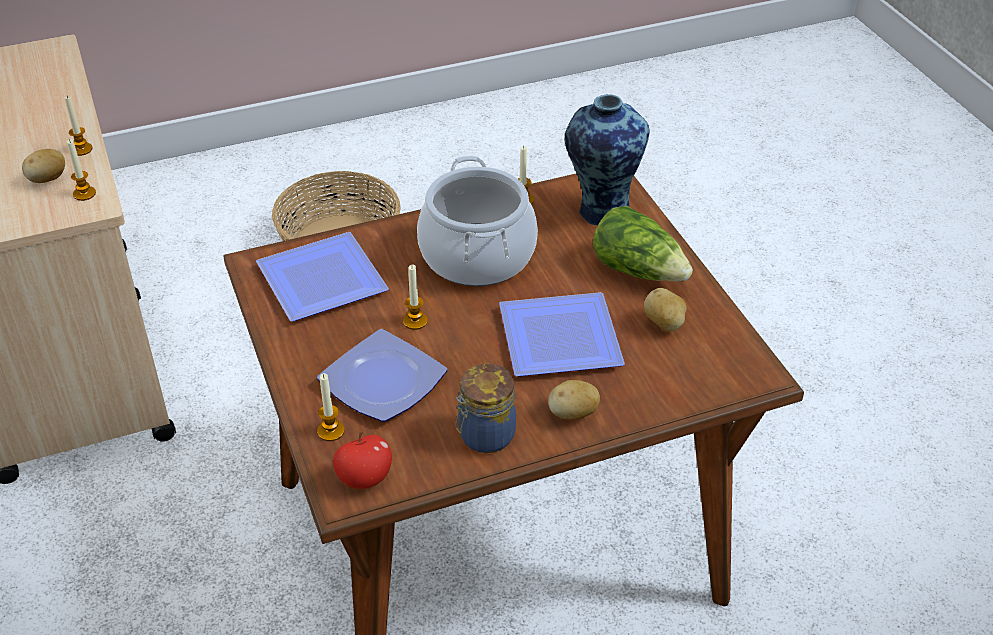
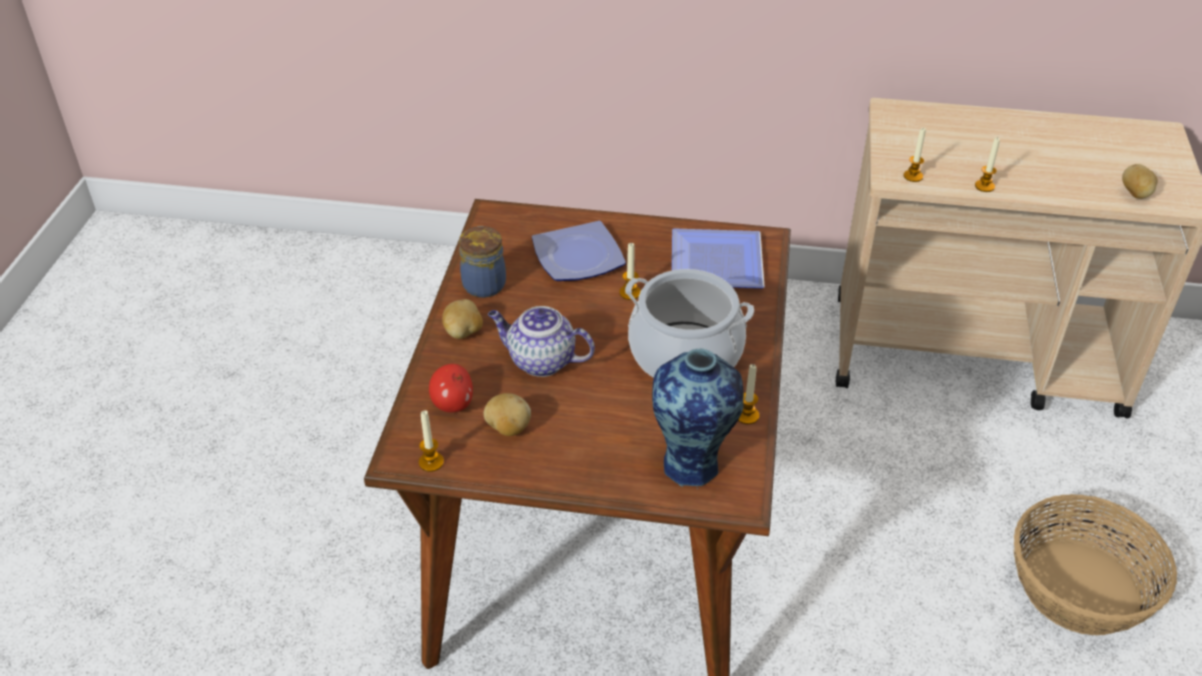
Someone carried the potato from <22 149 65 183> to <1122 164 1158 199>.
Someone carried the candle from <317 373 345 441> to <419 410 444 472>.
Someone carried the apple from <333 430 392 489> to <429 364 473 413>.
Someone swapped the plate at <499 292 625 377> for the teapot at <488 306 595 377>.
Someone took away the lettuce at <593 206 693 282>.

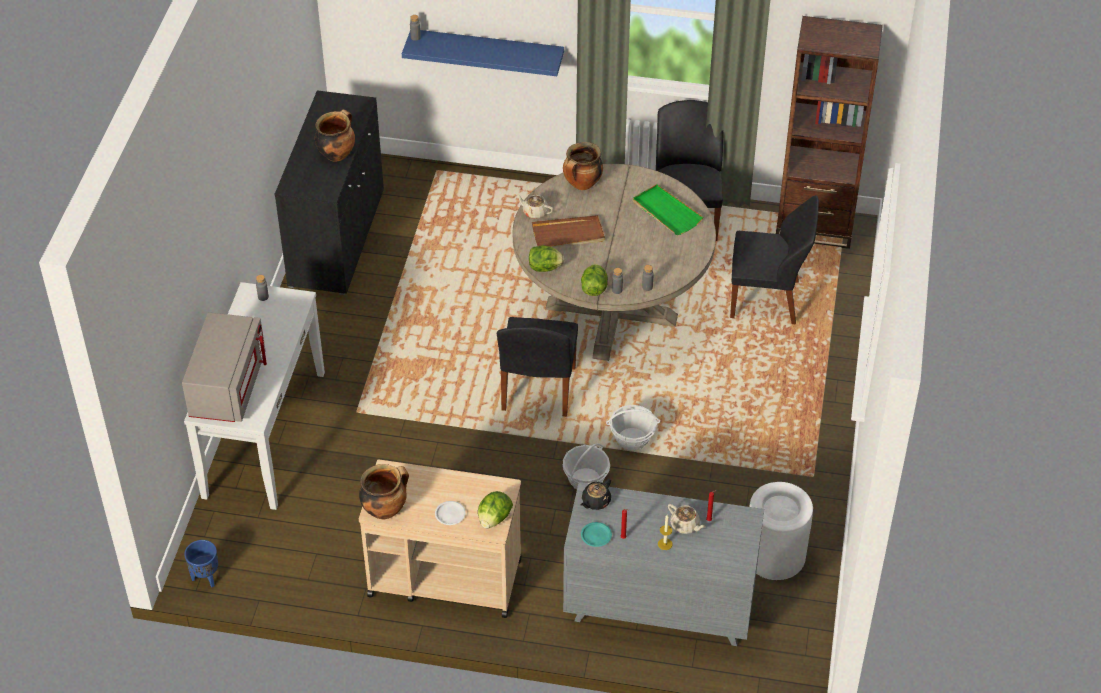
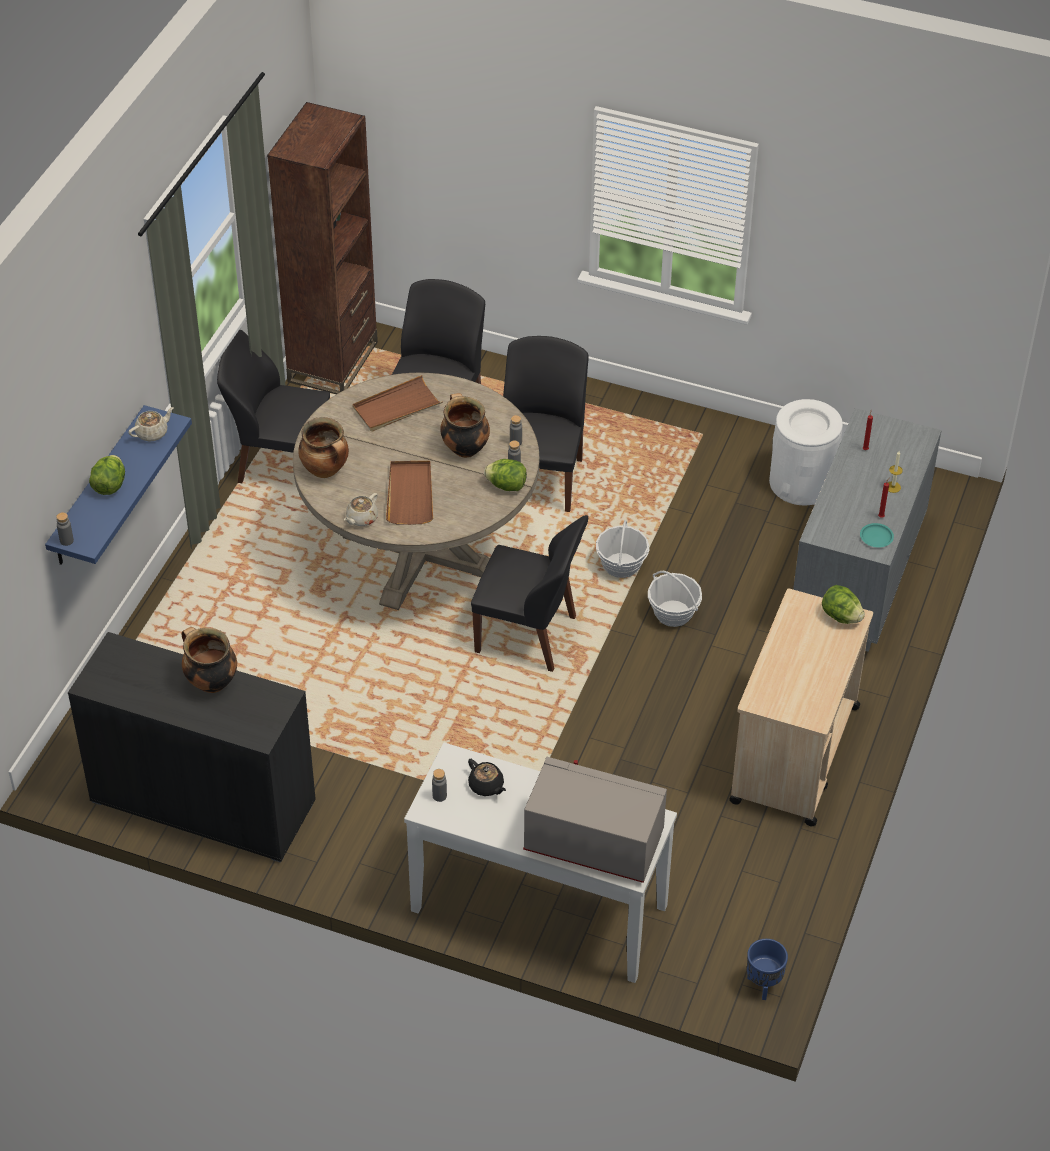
Someone carried the cooking pot from <359 464 409 519> to <440 393 490 458>.
Someone took away the white plate at <435 501 466 525>.
Someone carried the lettuce from <529 245 564 272> to <89 455 125 495>.
Someone carried the black teapot from <581 479 611 510> to <468 759 506 796>.
Someone repainted the green tray at <633 184 703 235>, which became the brown tray at <352 375 443 432>.
Someone carried the beige teapot from <668 504 706 534> to <128 407 174 441>.
Someone put down the black chair at <503 336 589 512>.

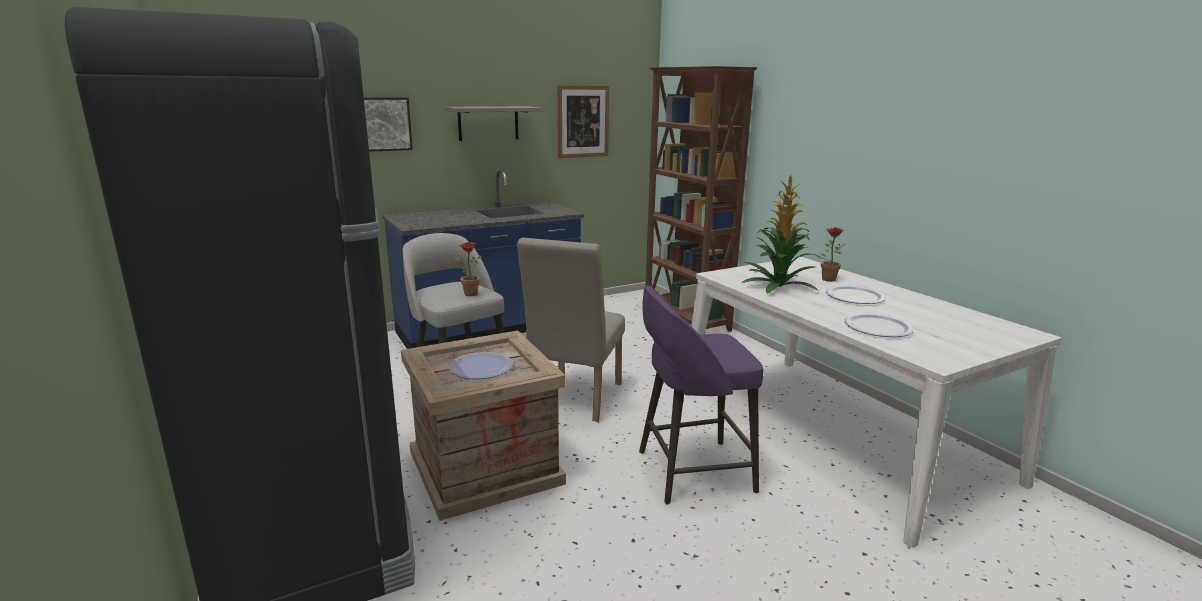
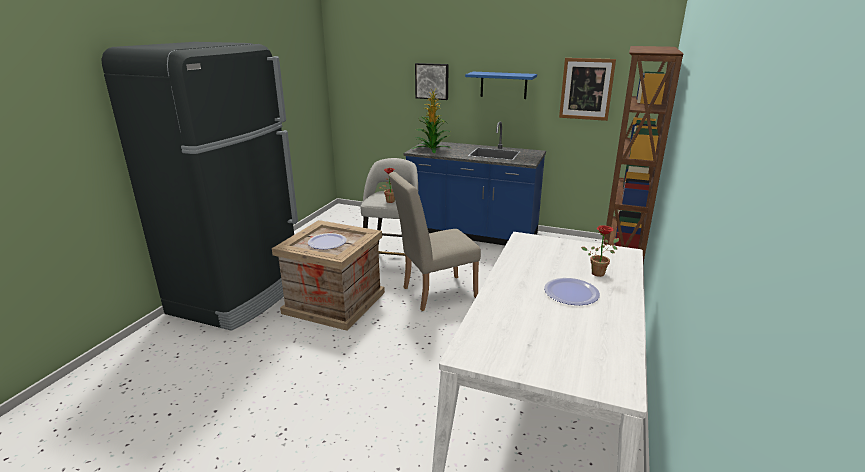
Someone repainted the grey shelf at <445 106 542 141>, which became the blue shelf at <465 72 537 99>.
Someone took away the purple stool at <639 285 763 505>.
Someone carried the potted plant from <742 174 819 294> to <413 89 451 153>.
Someone took away the plate at <845 313 914 337>.

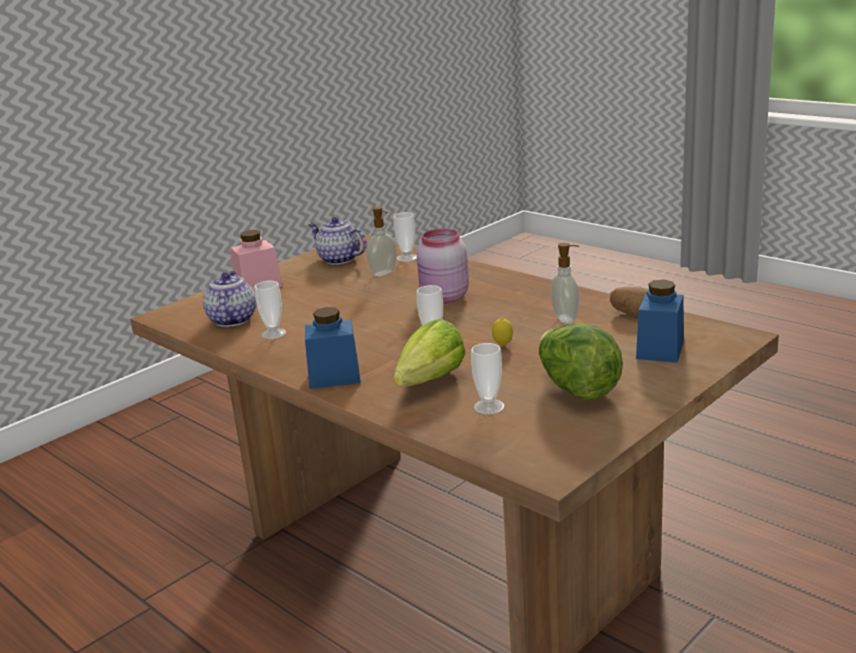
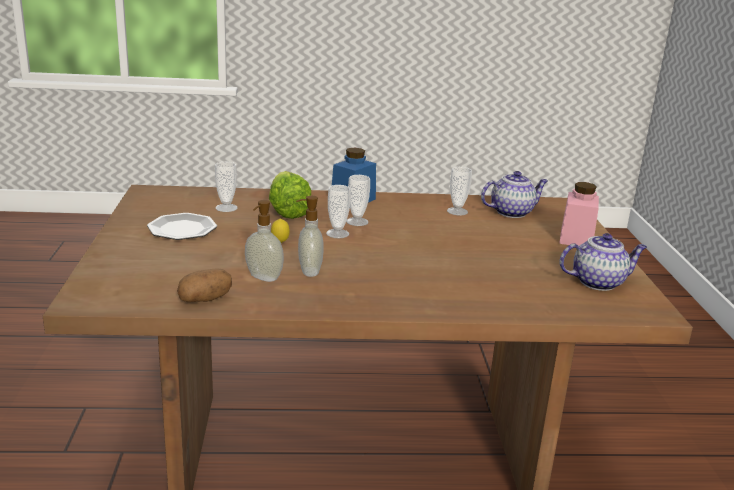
Someone rotated the teapot at <203 271 256 327> by 60 degrees counterclockwise.
Someone carried the soap dispenser from <367 207 397 276> to <296 196 324 277>.
Someone carried the cup from <393 212 417 262> to <346 175 370 226>.
Someone took away the pink jar at <417 228 469 303>.
Someone swapped the lettuce at <539 323 623 400> for the plate at <147 213 217 240>.
Someone took away the blue jar at <636 279 684 363>.

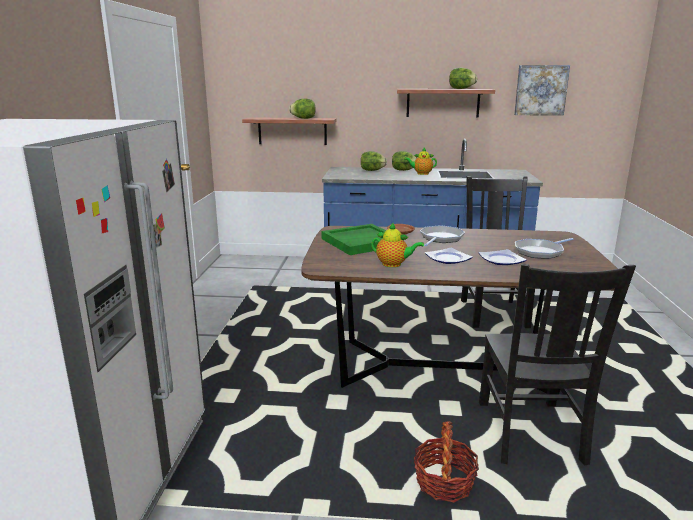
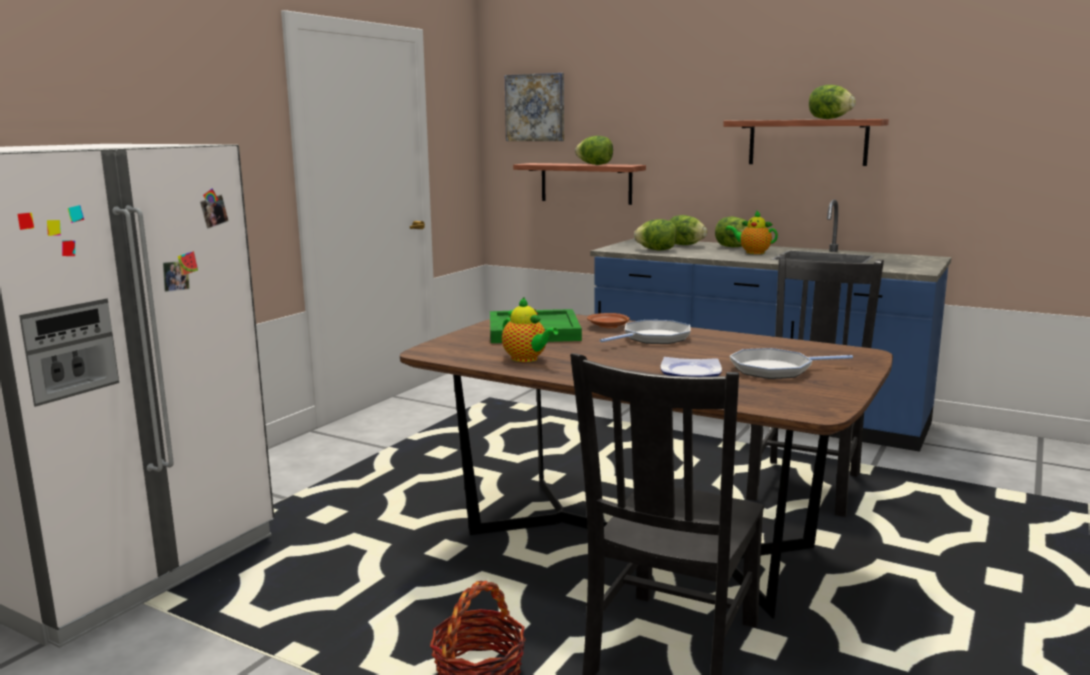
Someone took away the plate at <425 248 473 264>.
Someone carried the picture from <514 65 570 116> to <505 73 564 141>.
Someone put down the lettuce at <634 219 677 250>.

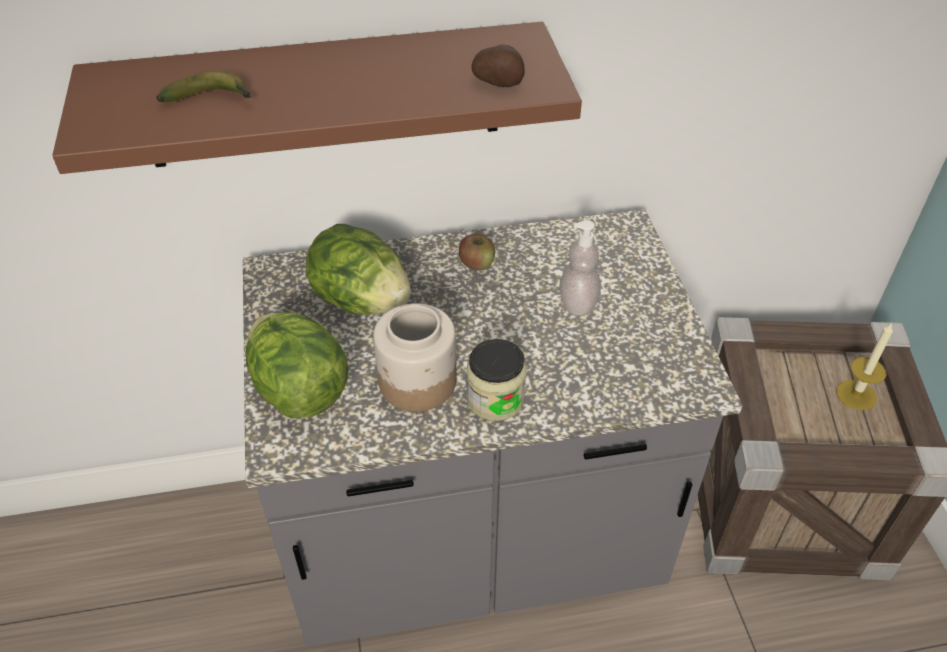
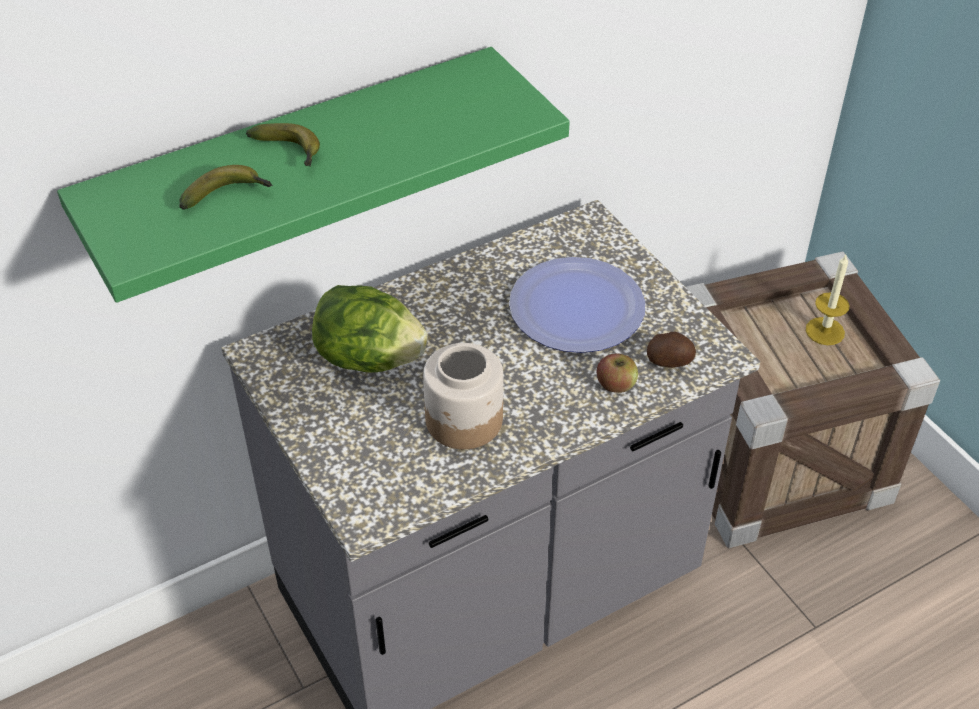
Someone repainted the brown shelf at <52 22 582 174>, which became the green shelf at <57 47 570 303>.
Someone took away the lettuce at <246 312 348 419>.
Someone carried the apple from <459 234 495 271> to <597 354 638 393>.
Someone took away the jar at <466 339 527 421>.
Someone carried the potato from <471 44 525 87> to <647 332 696 368>.
Someone swapped the soap dispenser at <559 220 601 316> for the plate at <509 257 645 353>.
Someone put down the banana at <246 123 320 167>.

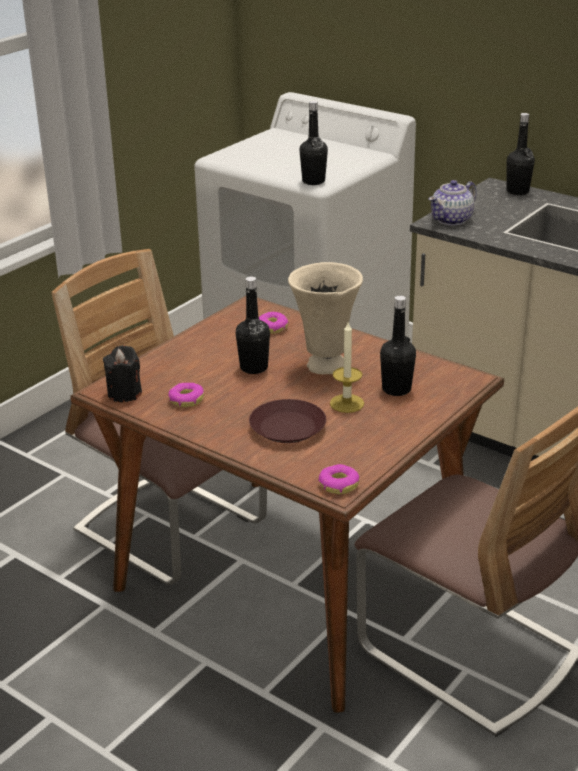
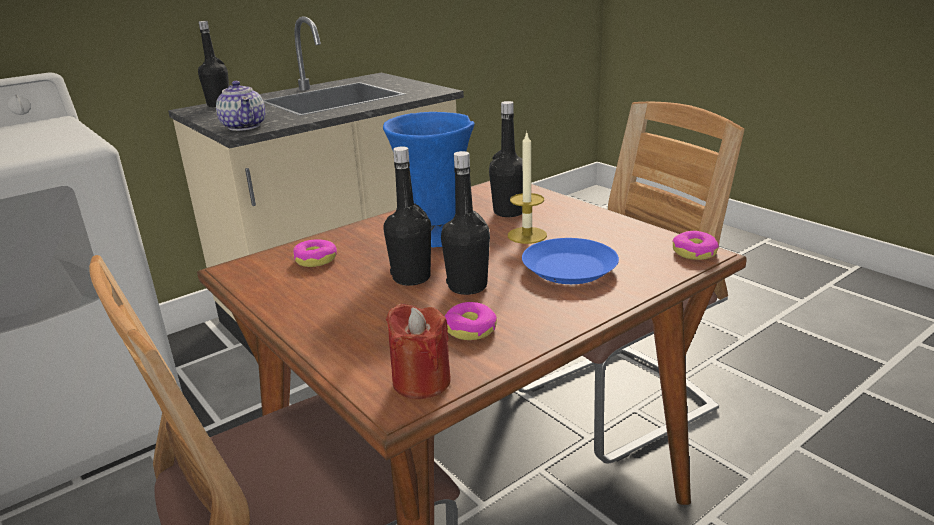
Someone repainted the black candle at <103 345 142 402>, which became the red candle at <386 303 451 399>.
Someone repainted the brown plate at <249 399 326 443>, which became the blue plate at <522 238 619 284>.
Someone repainted the beige vase at <288 262 363 374>, which became the blue vase at <383 112 475 247>.
Someone carried the black bottle from <299 101 328 185> to <441 151 490 295>.

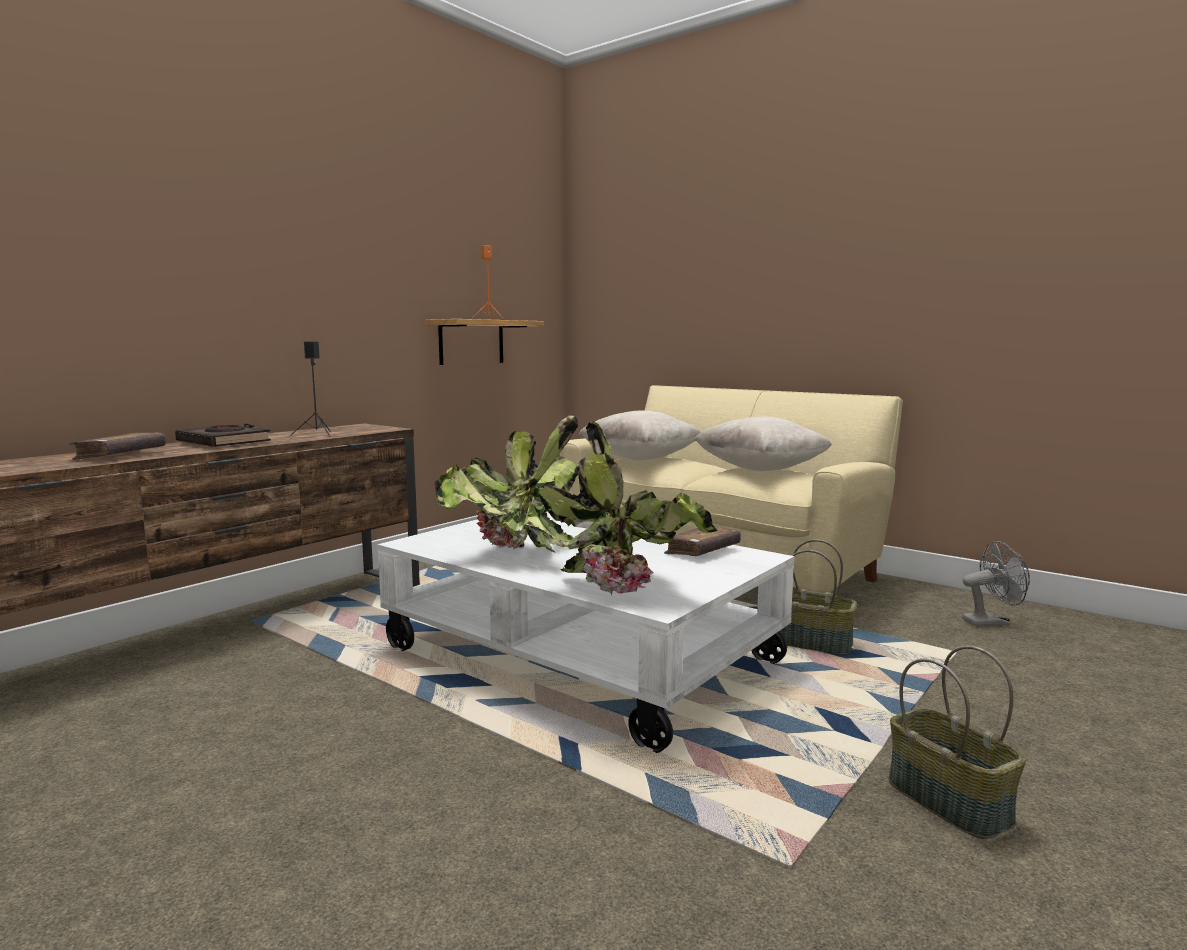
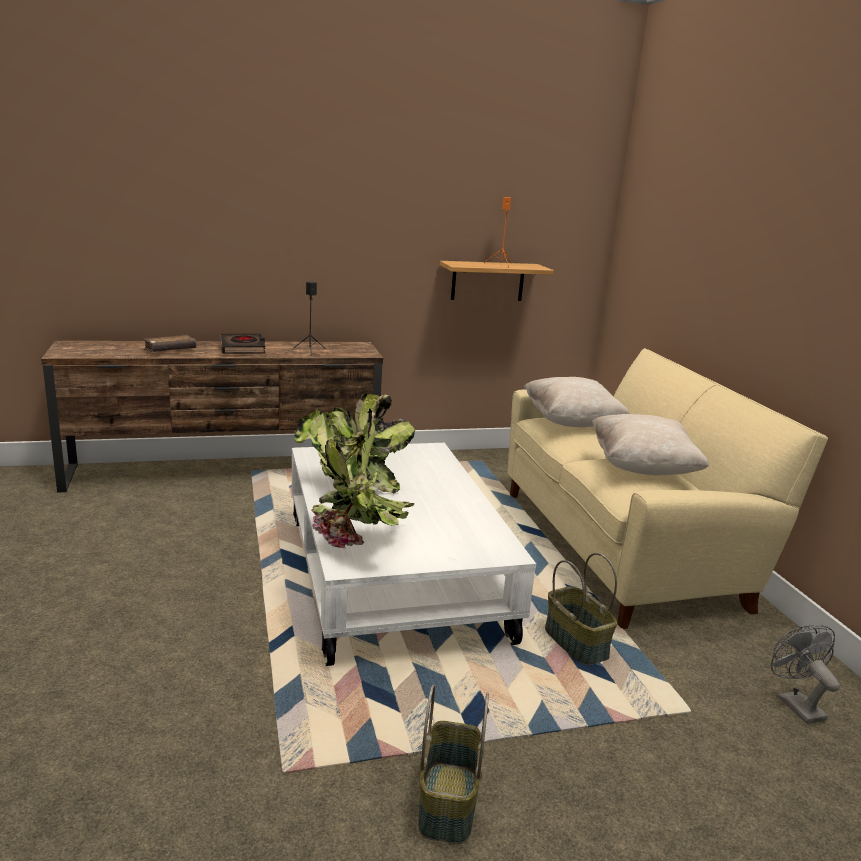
Someone took away the brown book at <664 526 741 556>.
Someone rotated the grey fan at <962 541 1030 627> by 135 degrees counterclockwise.

